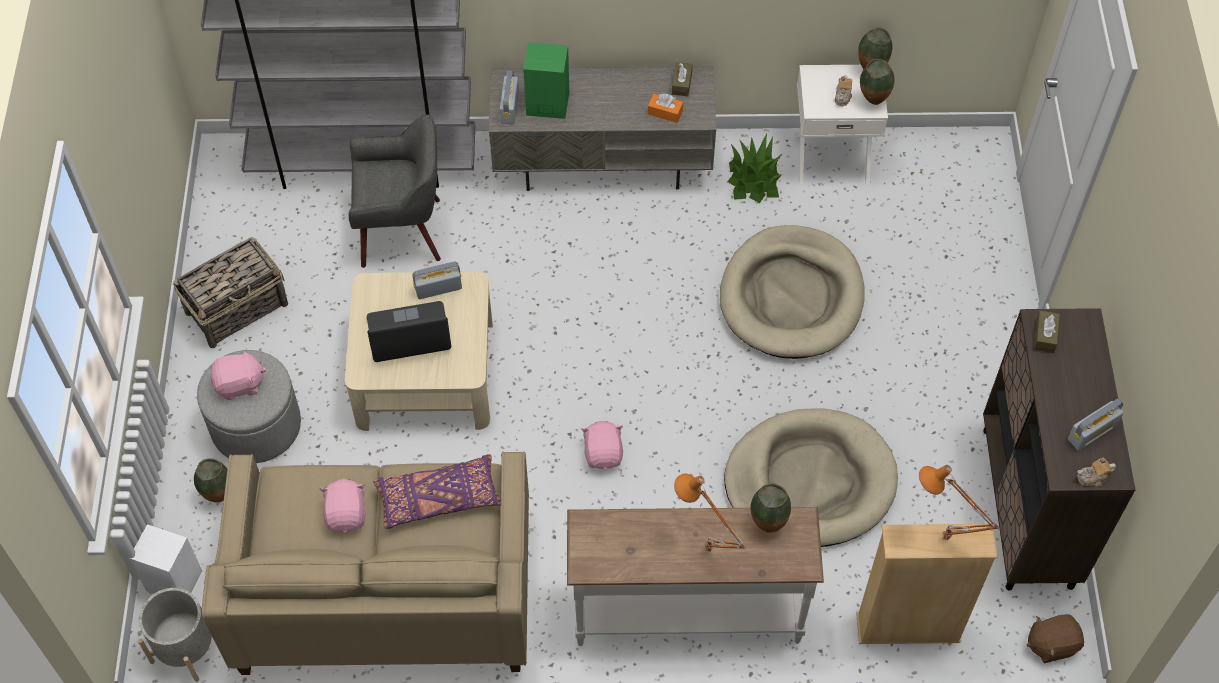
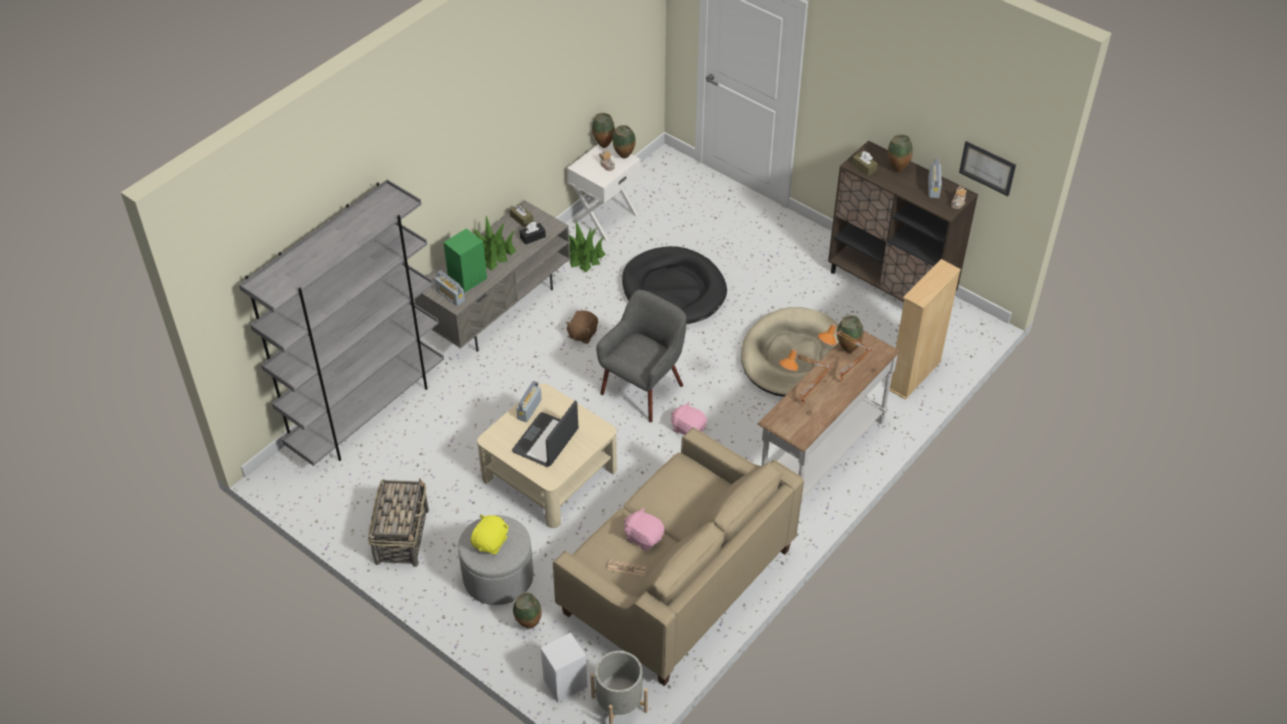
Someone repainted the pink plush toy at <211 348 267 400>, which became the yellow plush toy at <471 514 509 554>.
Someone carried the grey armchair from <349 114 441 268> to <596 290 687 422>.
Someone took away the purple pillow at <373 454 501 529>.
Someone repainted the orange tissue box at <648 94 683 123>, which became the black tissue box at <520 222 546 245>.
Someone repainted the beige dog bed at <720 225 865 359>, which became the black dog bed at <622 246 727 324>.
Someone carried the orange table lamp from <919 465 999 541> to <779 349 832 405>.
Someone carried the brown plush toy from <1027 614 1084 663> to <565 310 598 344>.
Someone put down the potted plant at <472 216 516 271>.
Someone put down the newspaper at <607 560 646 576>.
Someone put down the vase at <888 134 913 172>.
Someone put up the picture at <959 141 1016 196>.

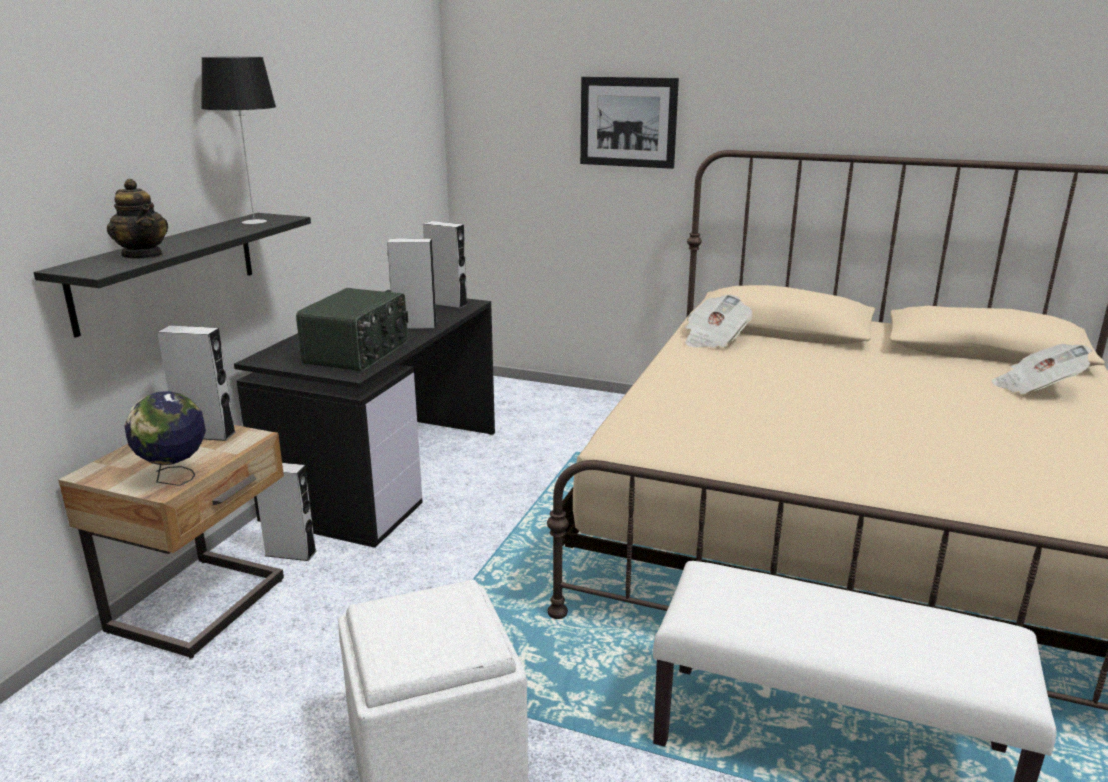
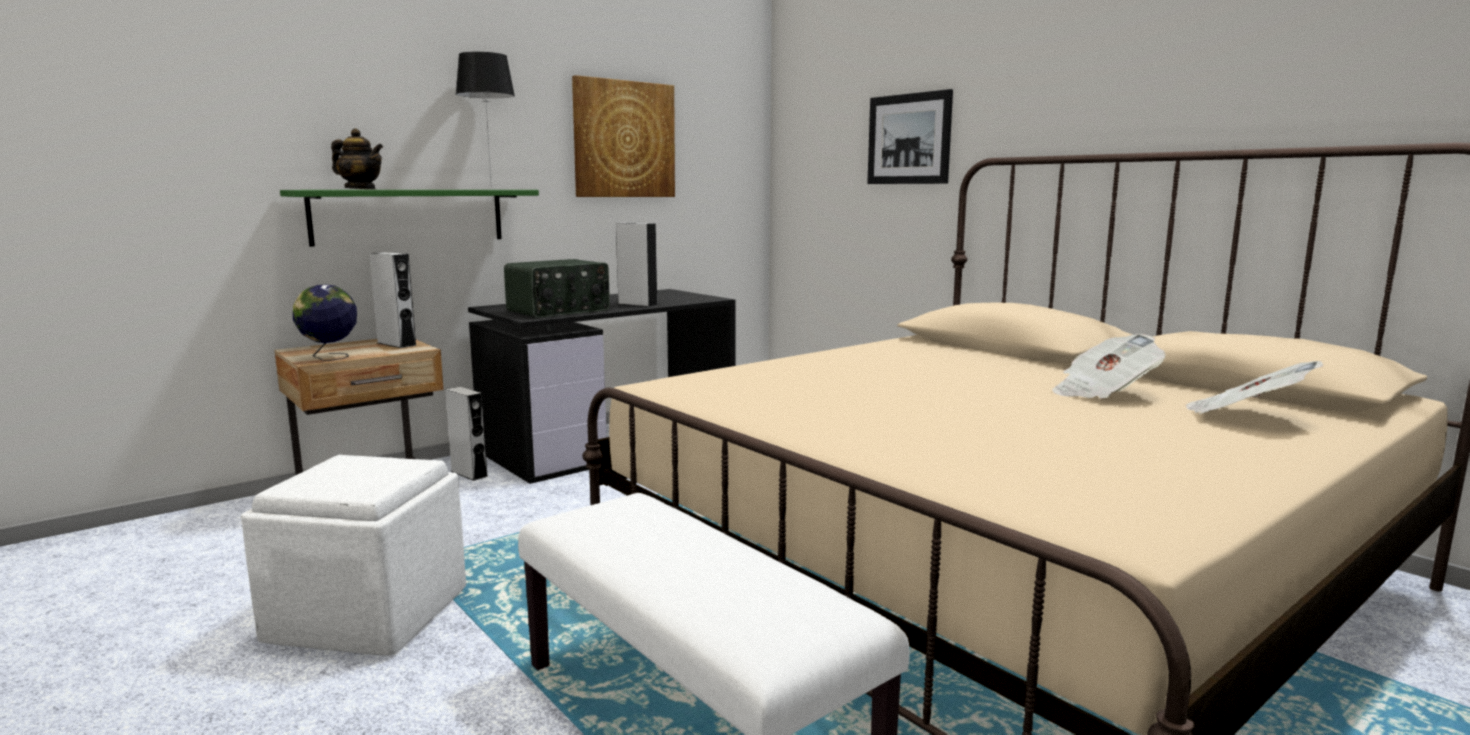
Someone repainted the black shelf at <34 213 311 337>, which became the green shelf at <280 190 539 247>.
Someone rotated the teapot at <107 179 168 259> by 60 degrees counterclockwise.
Someone took away the grey speaker at <423 221 468 309>.
Someone carried the newspaper from <685 295 753 348> to <1052 334 1166 399>.
Someone put up the picture at <572 75 675 197>.

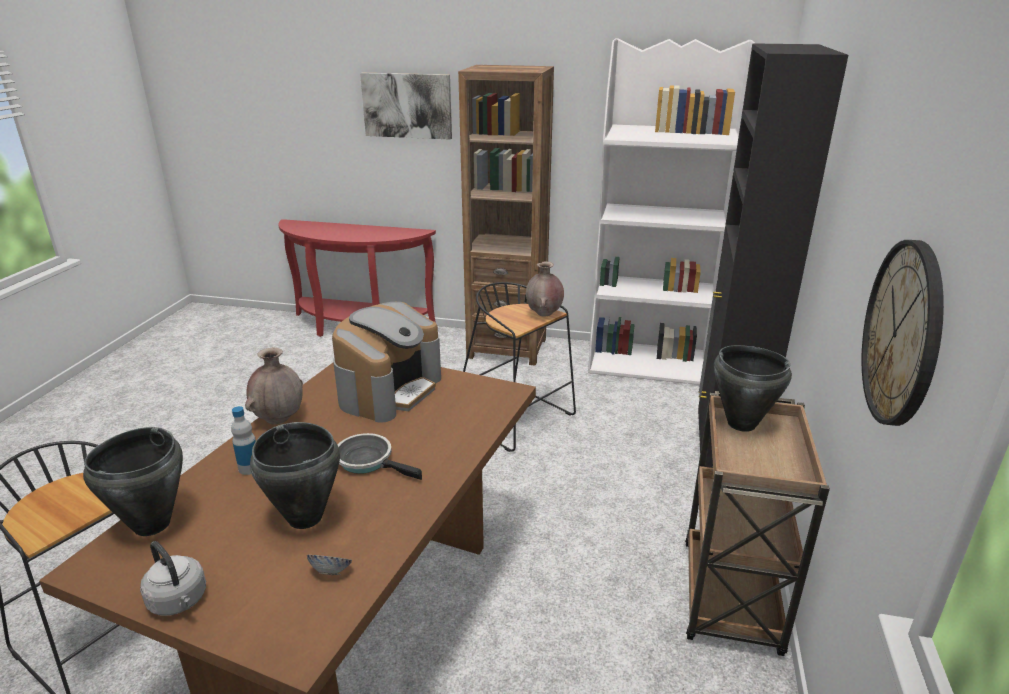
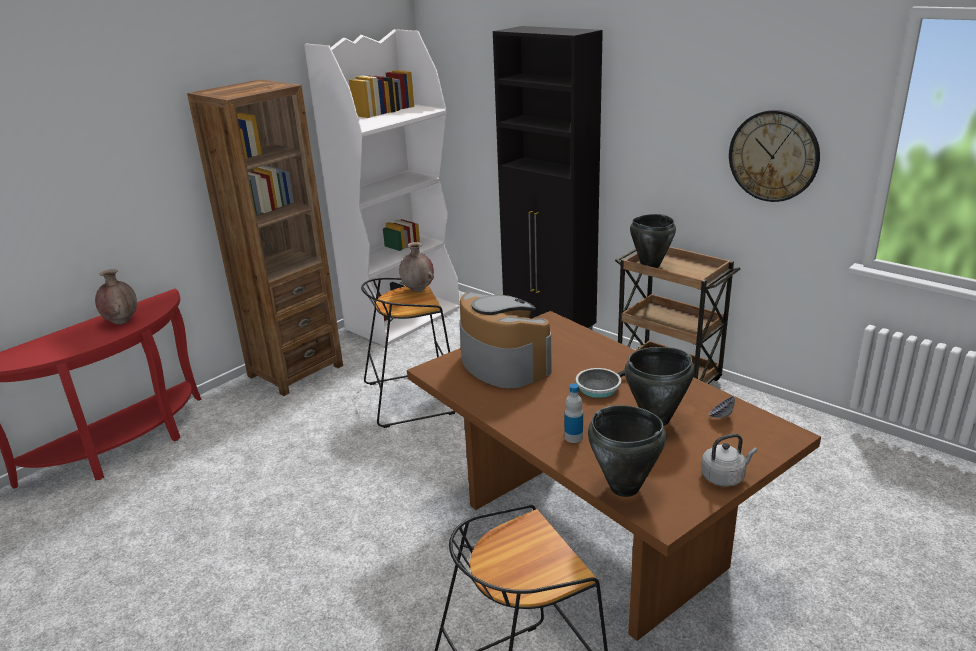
Someone carried the brown vase from <245 348 303 425> to <95 269 137 324>.
Someone took away the picture at <360 73 452 140>.

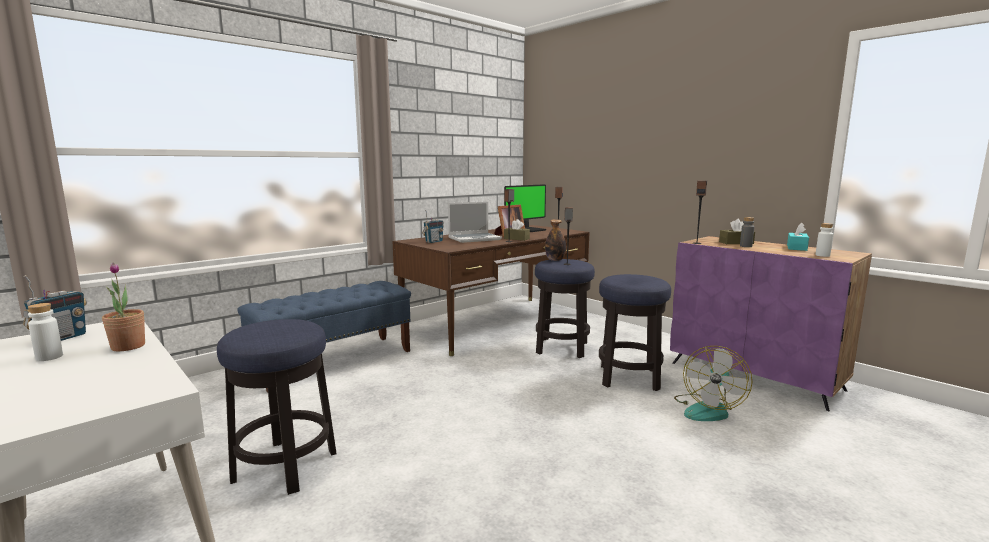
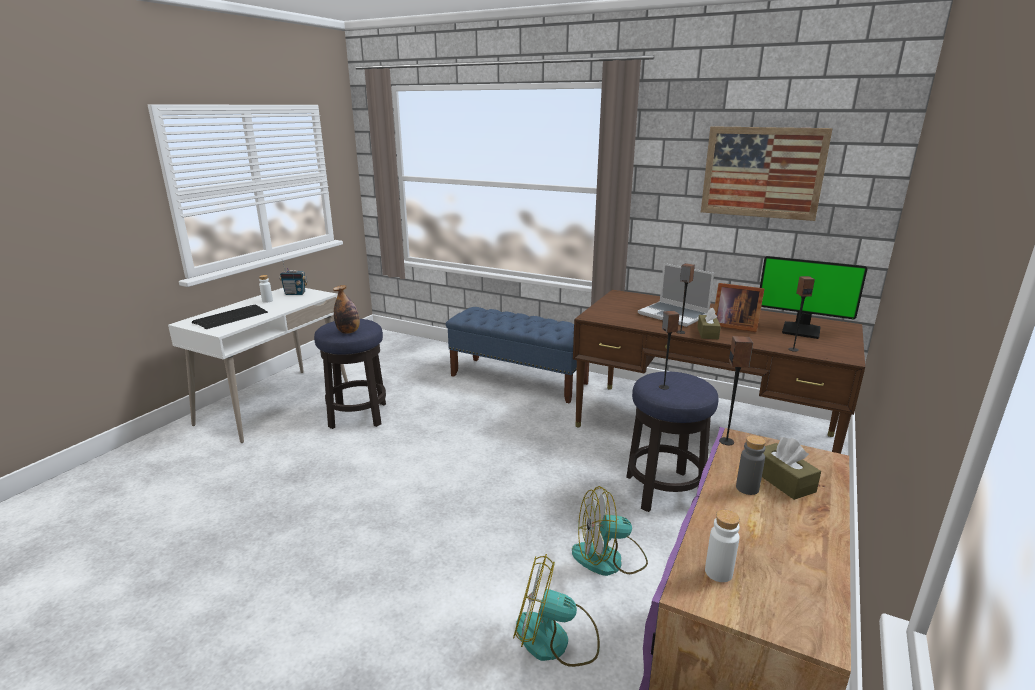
Someone took away the potted plant at <102 263 145 351>.
Someone took away the radio at <422 210 444 243>.
Someone carried the bottle from <545 219 566 261> to <333 285 360 334>.
Someone swapped the stool at <599 274 671 391> for the fan at <572 486 648 576>.
Someone took away the turquoise tissue box at <787 222 809 251>.
Someone put down the keyboard at <192 304 268 329>.
Someone put up the picture at <701 126 833 221>.

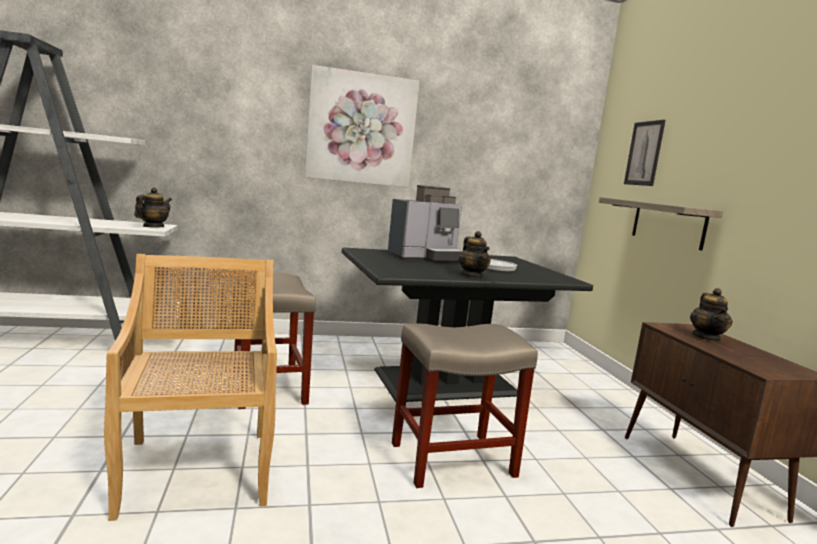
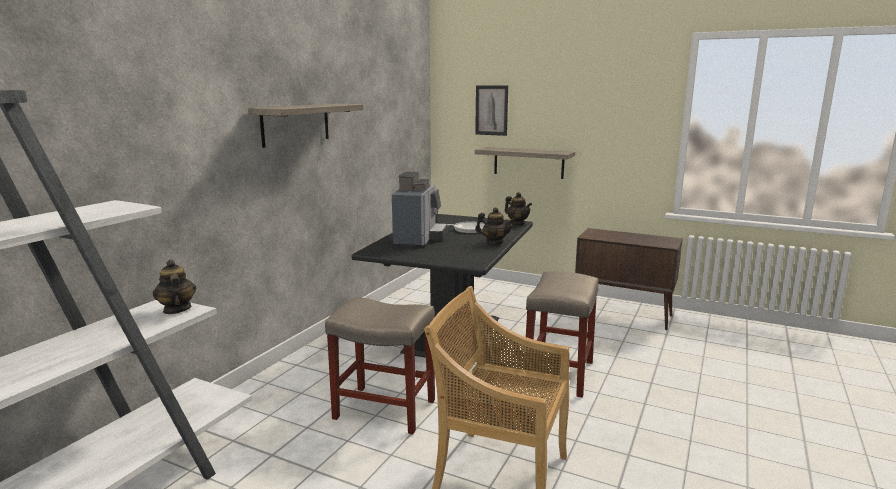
Someone swapped the picture at <305 65 420 188> for the shelf at <248 104 363 148>.
Someone carried the teapot from <690 288 733 342> to <505 192 532 225>.

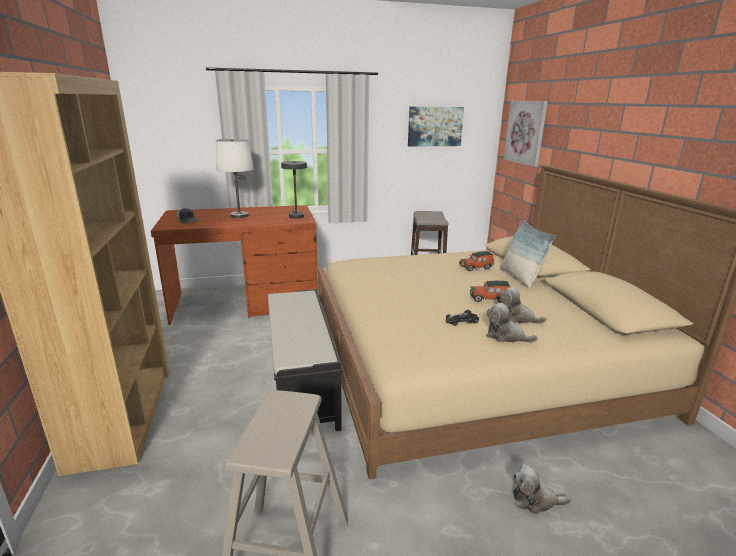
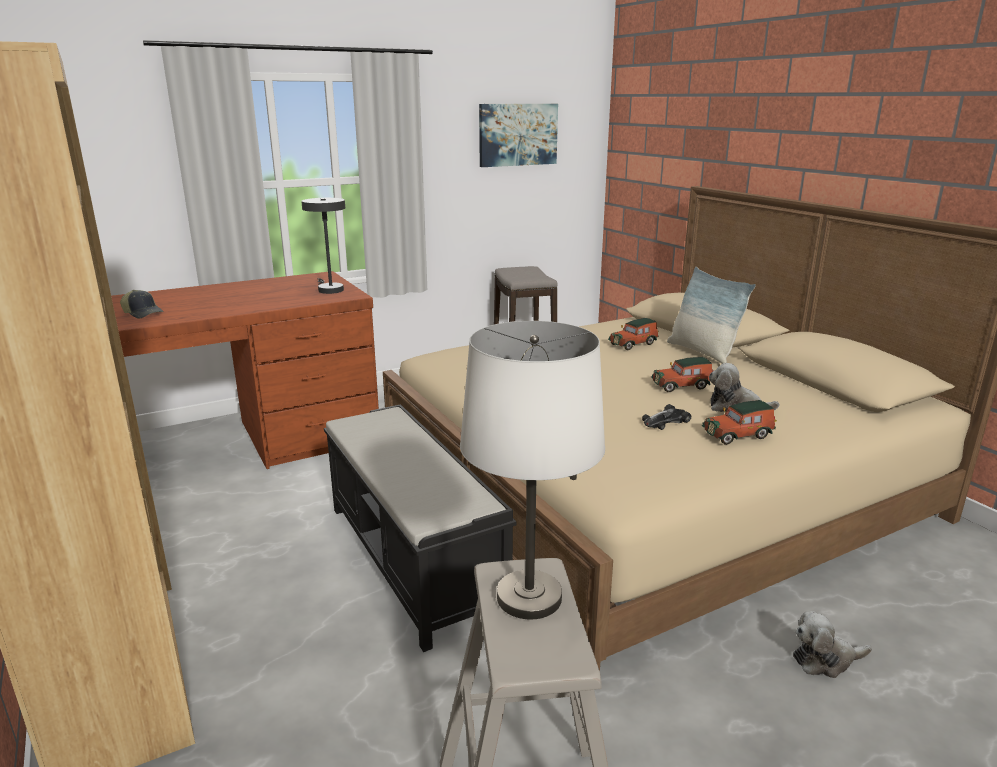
Someone carried the white table lamp from <216 139 254 218> to <460 321 605 619>.
Someone swapped the plush toy at <486 303 538 342> for the toy car at <702 400 777 445>.
Someone took away the picture at <504 101 548 167>.

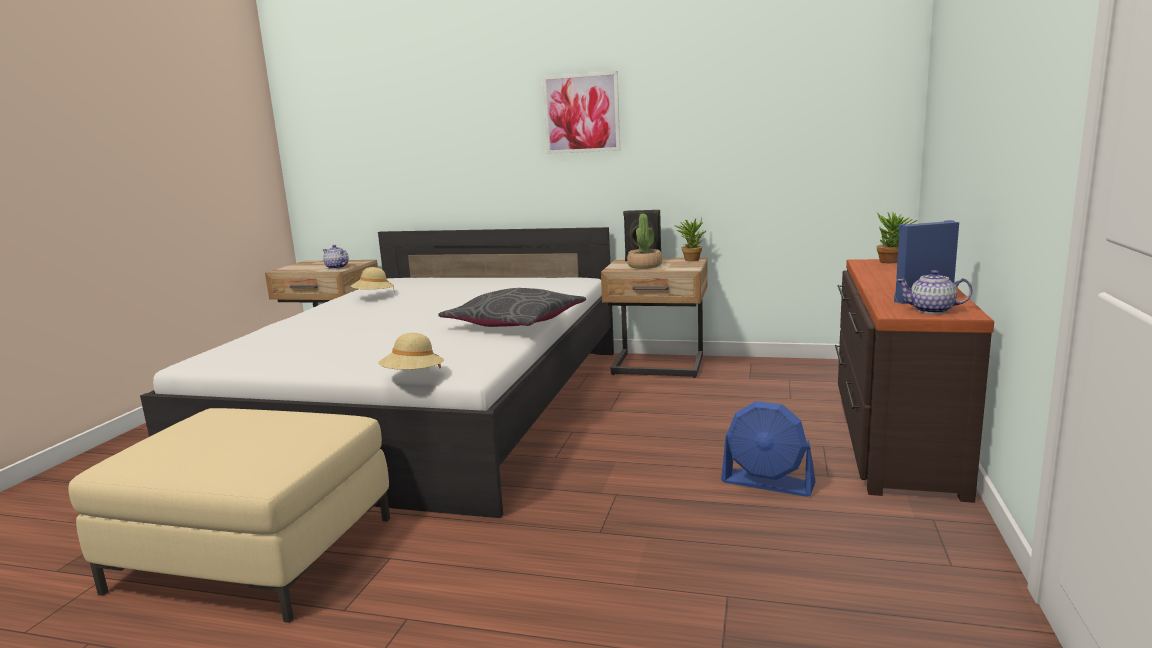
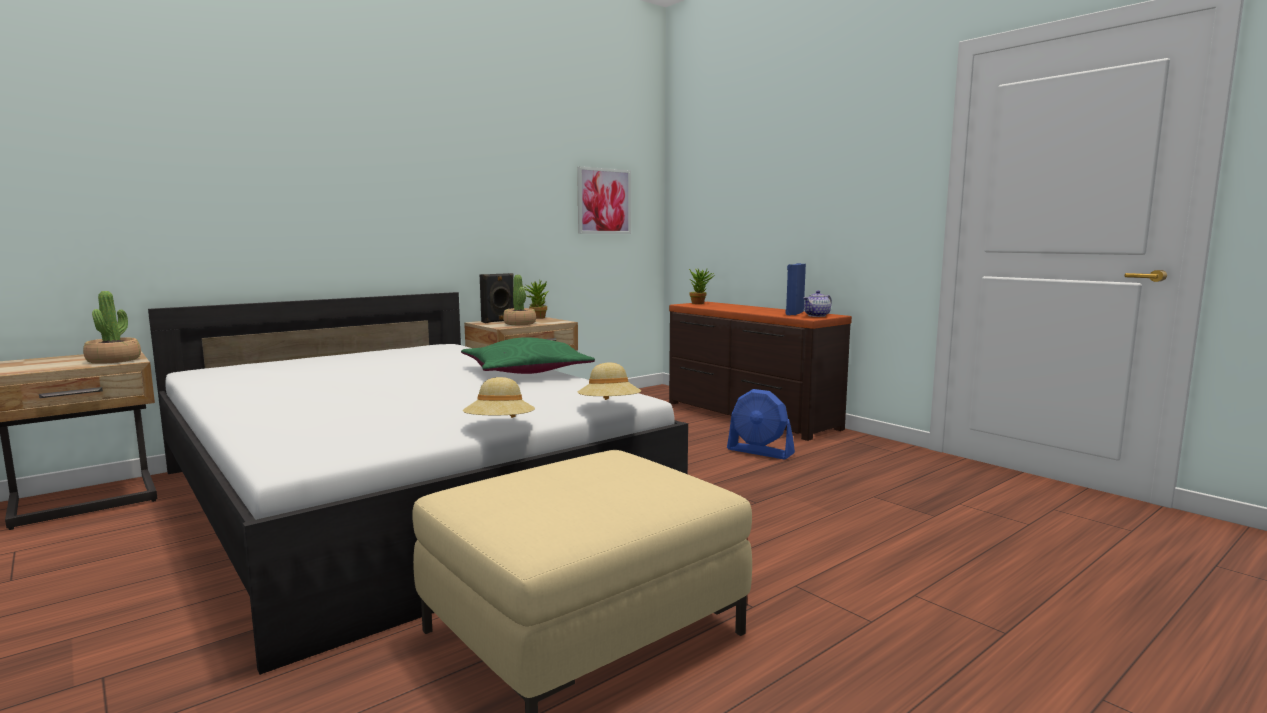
Someone swapped the teapot at <323 245 349 269> for the potted plant at <83 291 141 364>.
Someone carried the beige hat from <351 267 395 293> to <463 377 535 418>.
Someone repainted the grey pillow at <438 288 586 327>, which became the green pillow at <461 337 595 374>.
Someone carried the picture from <542 71 620 154> to <577 166 631 234>.
Someone rotated the blue fan at <721 401 816 497> by 60 degrees clockwise.

